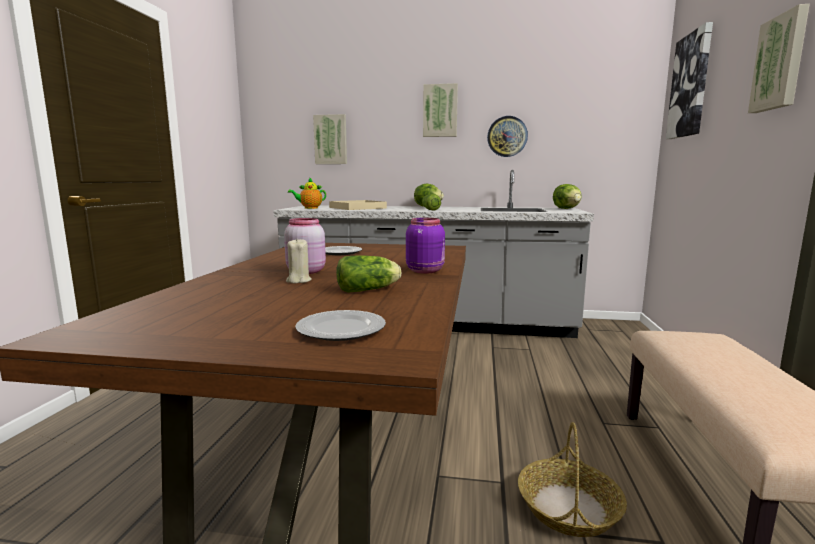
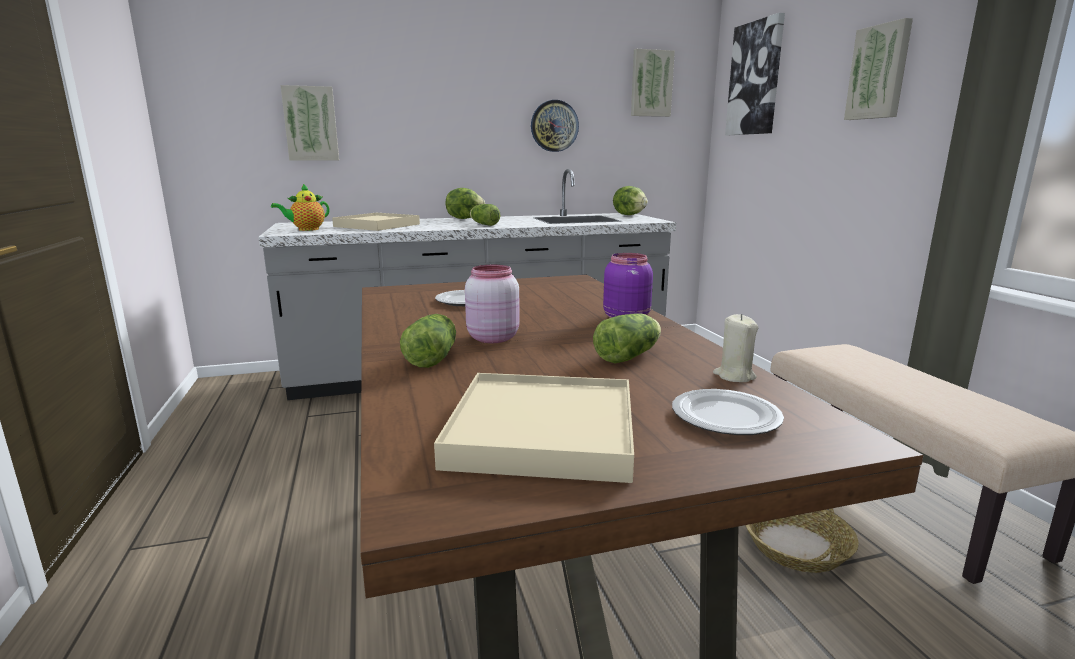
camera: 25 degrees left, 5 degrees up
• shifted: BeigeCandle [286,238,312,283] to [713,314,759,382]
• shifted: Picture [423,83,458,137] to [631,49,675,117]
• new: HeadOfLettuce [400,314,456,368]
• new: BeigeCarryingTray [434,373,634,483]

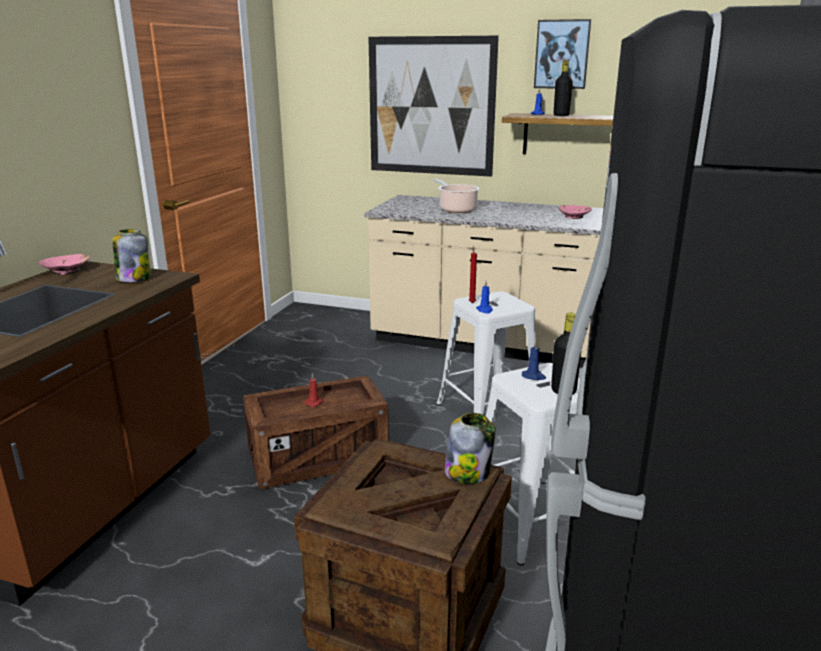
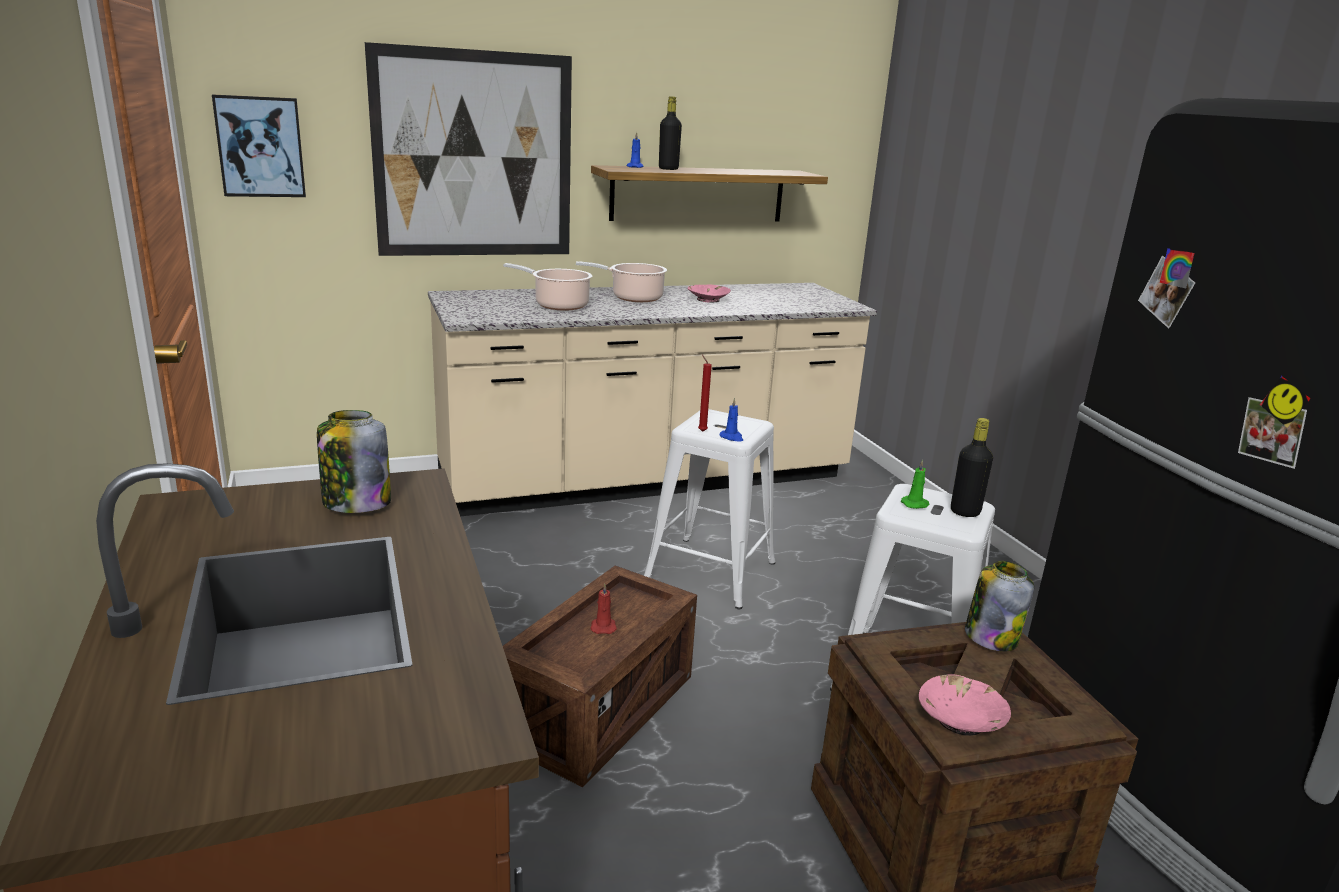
camera: 40 degrees left, 0 degrees up
• shifted: PinkColouredBowl [38,254,90,275] to [918,674,1011,736]
• repainted: BlueCandle [522,341,546,380] to GreenColouredCandle [901,460,930,509]
• shifted: Picture [534,19,591,89] to [212,94,306,197]
• new: Stockpot [576,261,667,302]

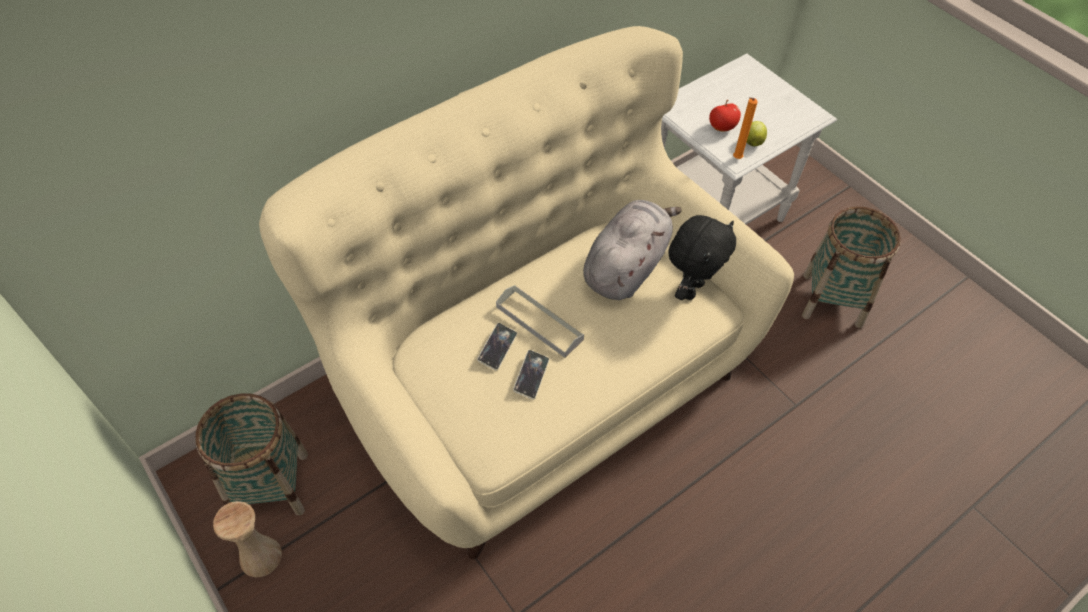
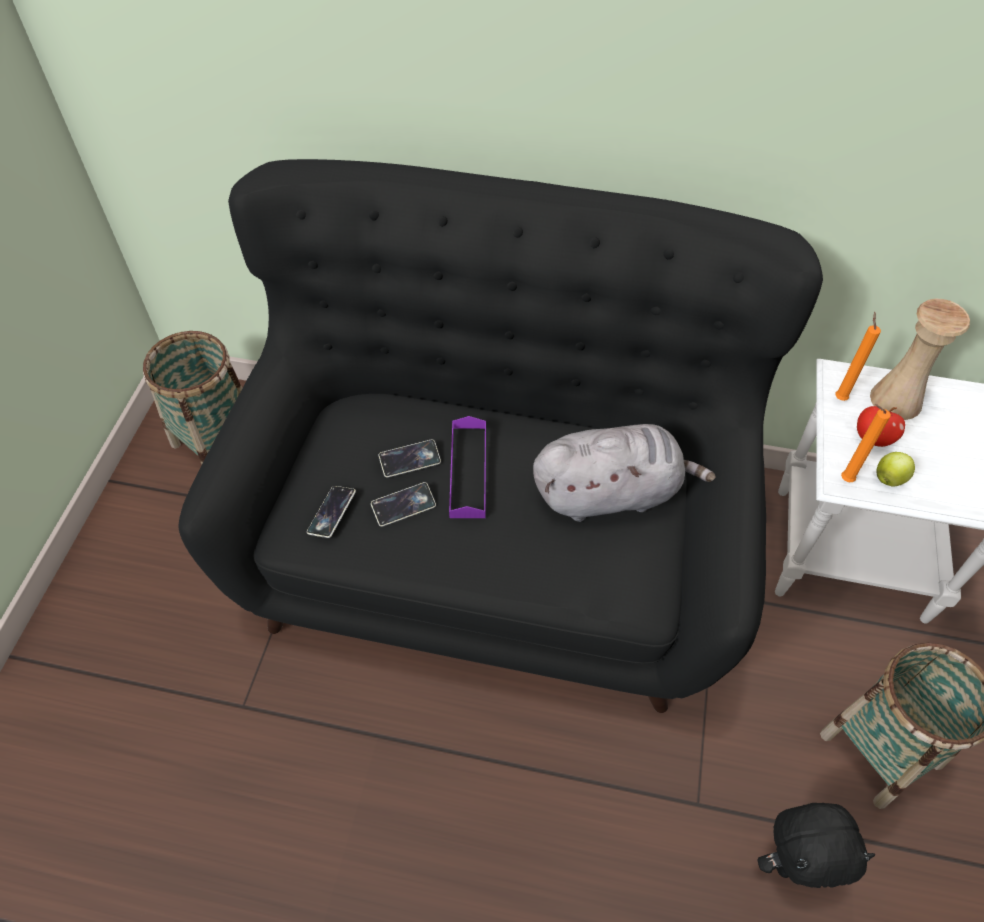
camera: 50 degrees right, 0 degrees up
• shifted: BeigeDecorativeVase [213,501,282,578] to [870,299,970,420]
• repainted: BeigeSettee [259,26,794,559] to BlackishSettee [179,159,823,713]
• repainted: GreyishCarryingTray [496,285,584,358] to PurpleCarryingTray [449,416,486,518]
• shifted: BlackishSoftToy [668,215,736,300] to [757,803,875,888]
• new: Telephone [307,486,356,538]
• new: OrangeyCandle [835,312,881,401]

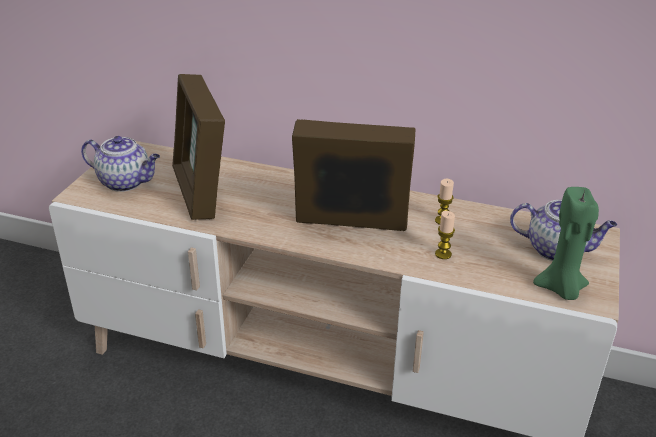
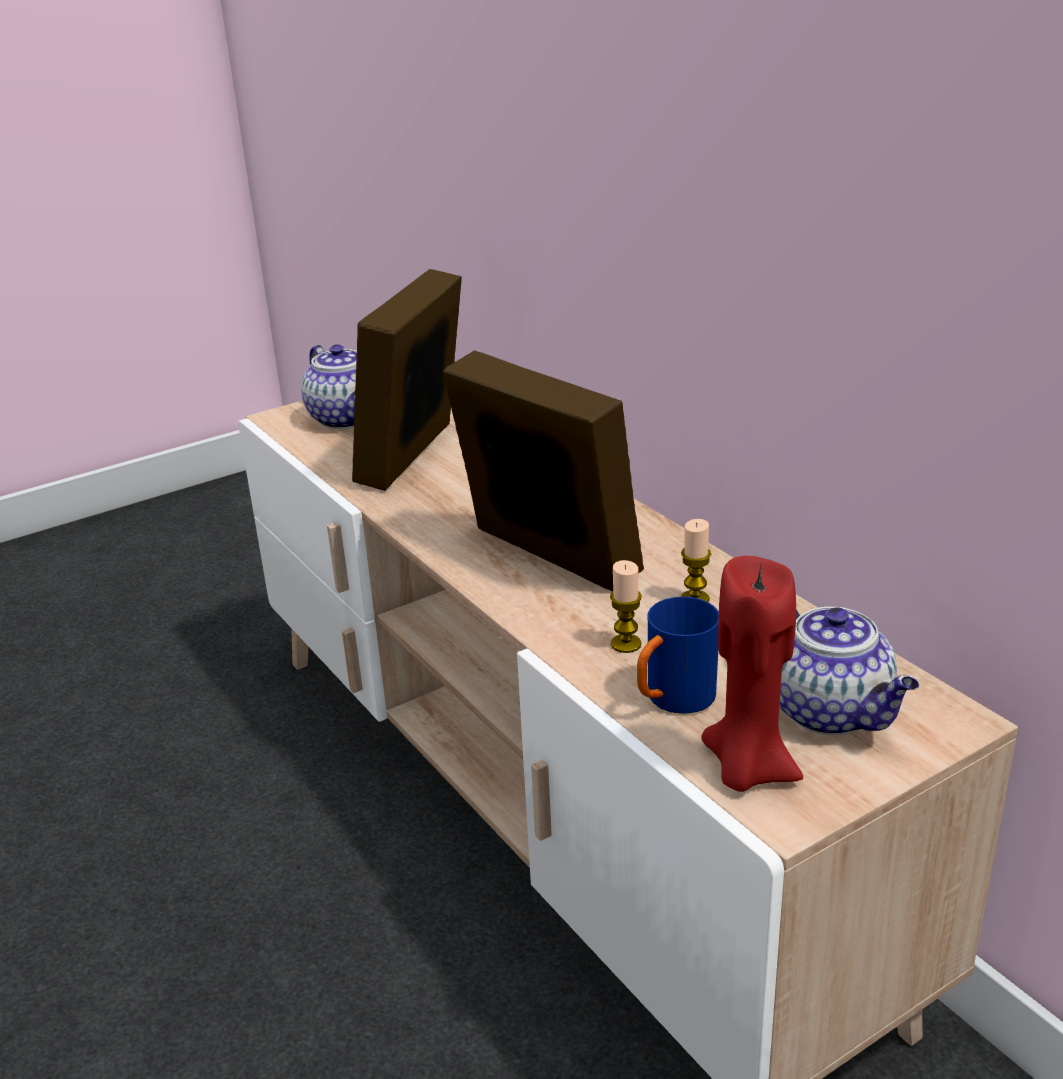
camera: 40 degrees right, 5 degrees down
• repainted: GreenColouredCandle [533,187,599,300] to RedCandle [701,556,803,792]
• new: BlueCoffeeMug [637,597,719,714]

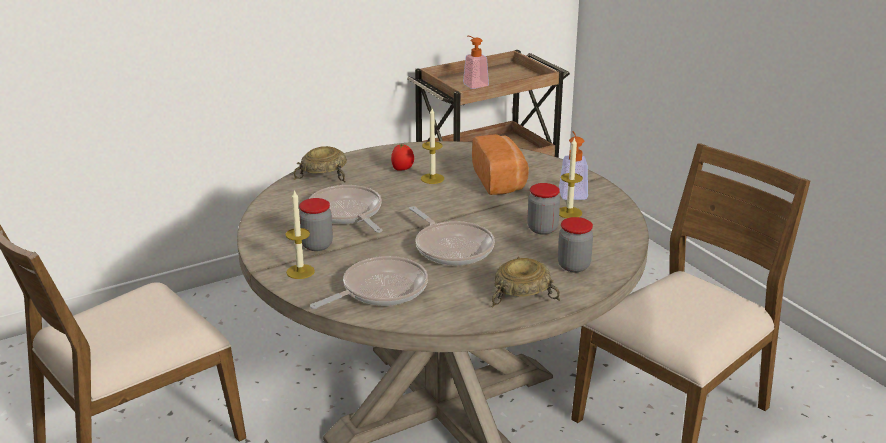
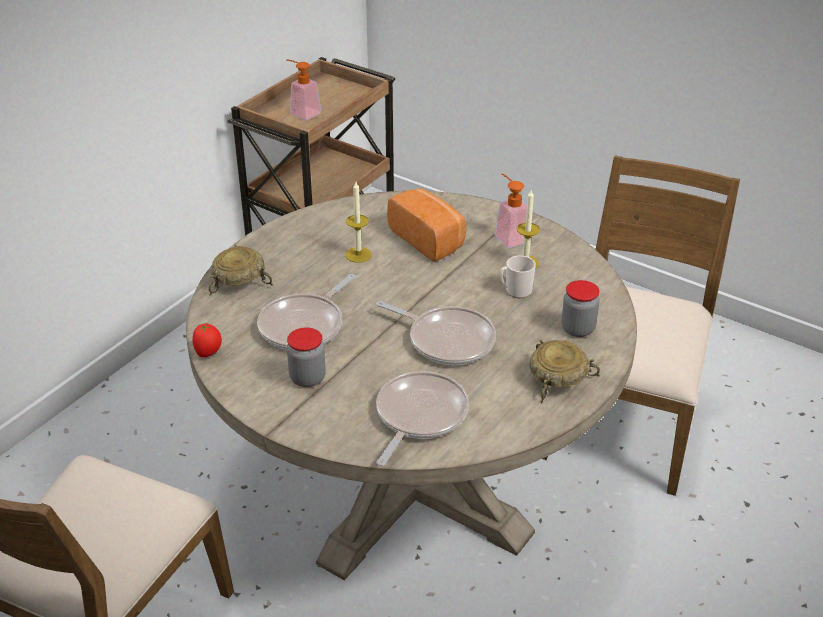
camera: 25 degrees left, 10 degrees up
• gone: Candle [285,189,315,279]
• rotated: FryingPan [309,185,382,233] = [257,274,356,350] 90 degrees counterclockwise
• shifted: FreshTomato [391,144,414,171] to [193,323,222,357]
• swapped: Jar [527,183,560,235] to CoffeeMug [500,255,536,298]

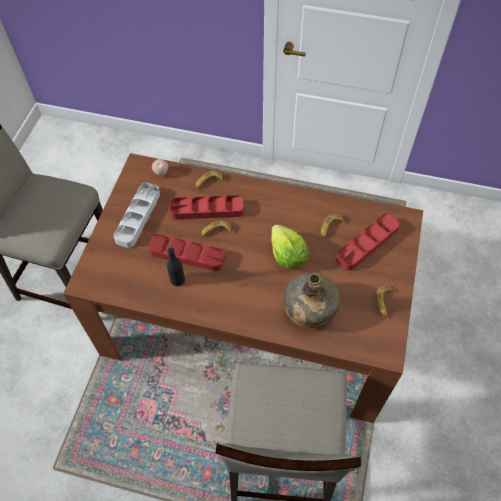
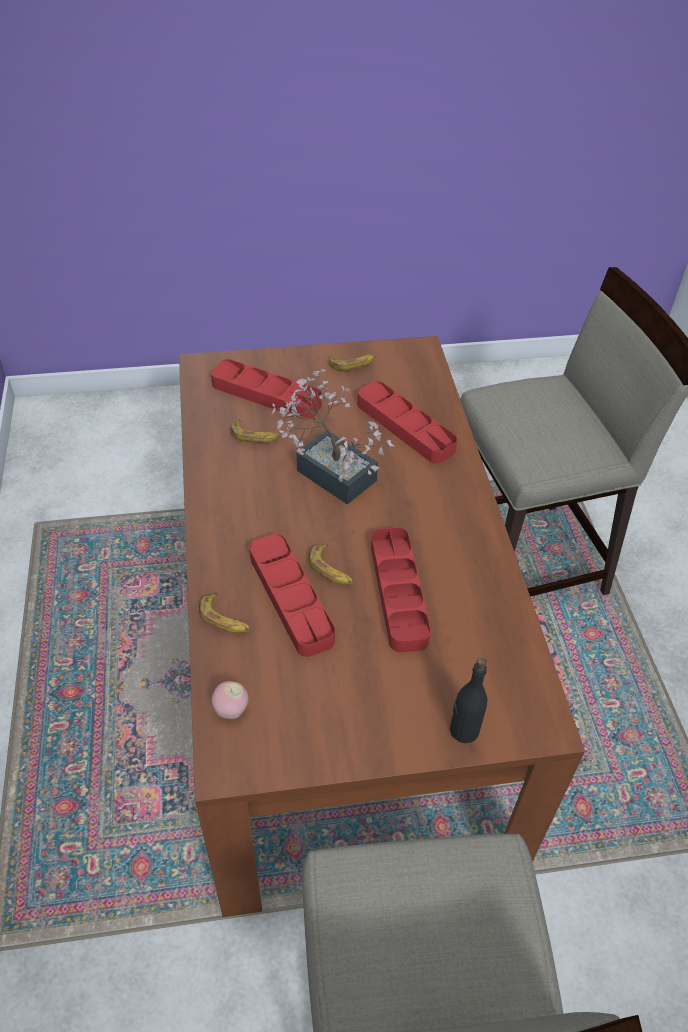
camera: 115 degrees left, 10 degrees down
• gone: GreyishCarryingTray [113,183,160,248]
• shifted: BlackishBottle [167,245,185,286] to [450,657,488,743]
• swapped: HeadOfLettuce [271,224,309,269] to PottedPlant [272,369,395,505]
• swapped: GreenColouredBottle [284,272,341,328] to RedCarryingTray [358,381,457,464]

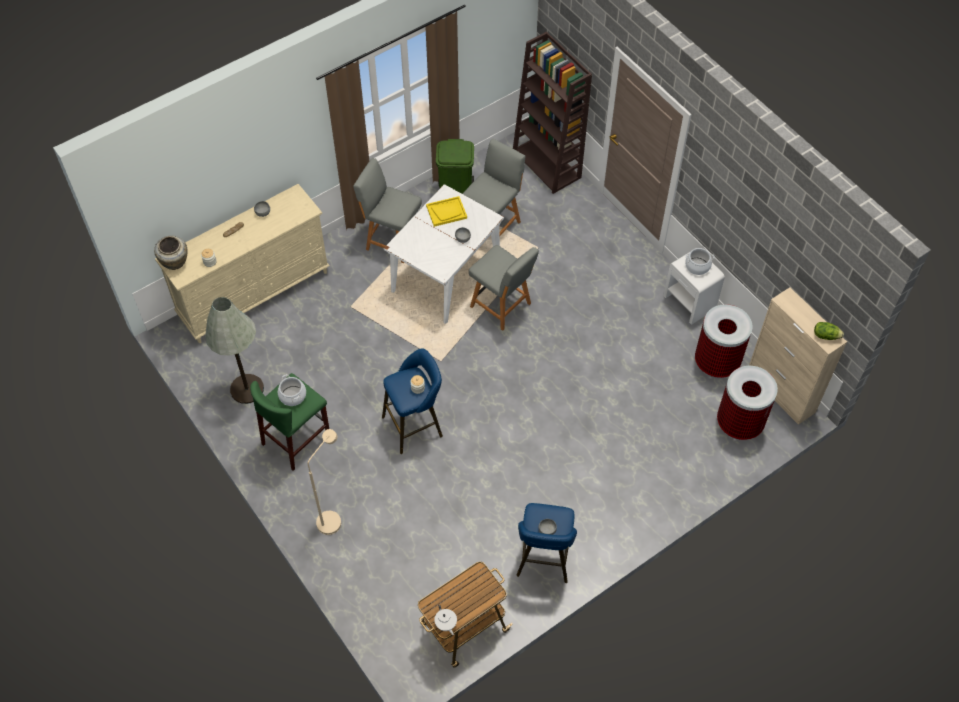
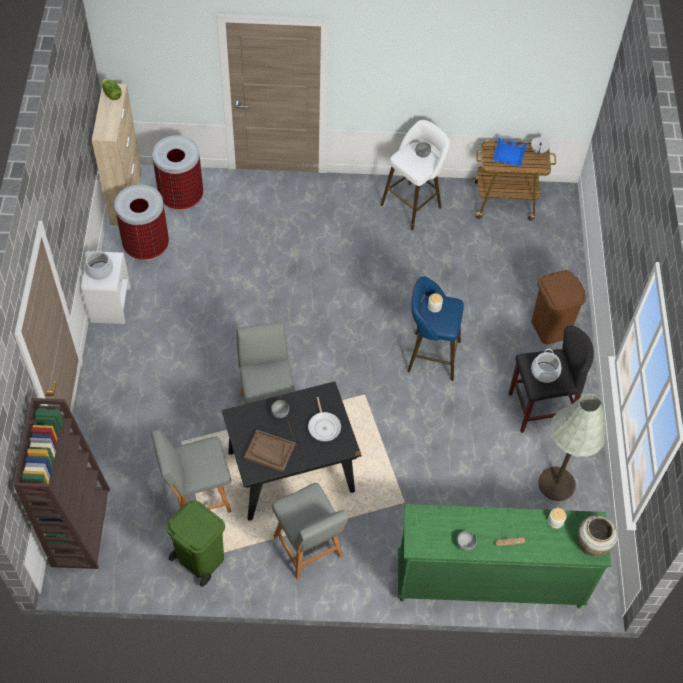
camera: 145 degrees left, 0 degrees up
• repainted: BeigeChestOfDrawers [155,184,330,343] to GreenColouredChestOfDrawers [398,504,611,608]
• repainted: GreenColouredSittingStool [250,373,329,471] to BlackishSittingStool [509,326,594,433]
• swapped: BeigeStandingLamp [308,429,341,535] to BrownishWasteBin [531,270,586,345]
• repainted: WhitishDinnerTable [384,184,504,324] to BlackishDinnerTable [222,381,361,521]
• repainted: YellowCarryingTray [426,196,467,227] to BrownishCarryingTray [244,430,295,472]
• repainted: BlueSittingStool [517,503,577,583] to WhitishSittingStool [381,120,450,230]
• new: FryingPan [308,397,341,441]
• new: BlueCarryingTray [493,138,527,167]

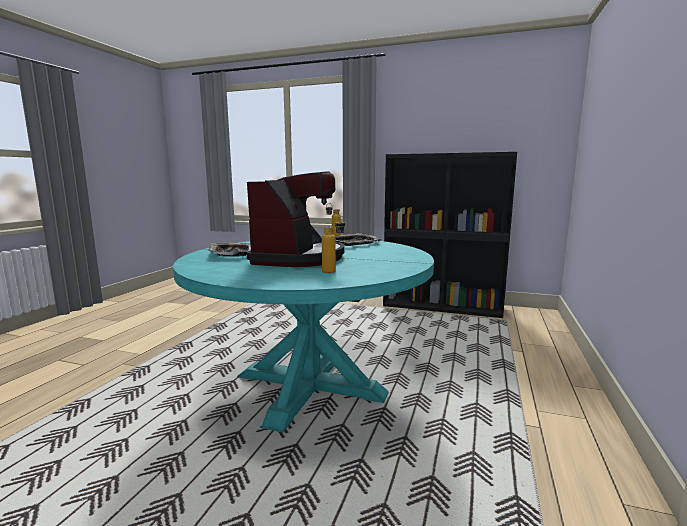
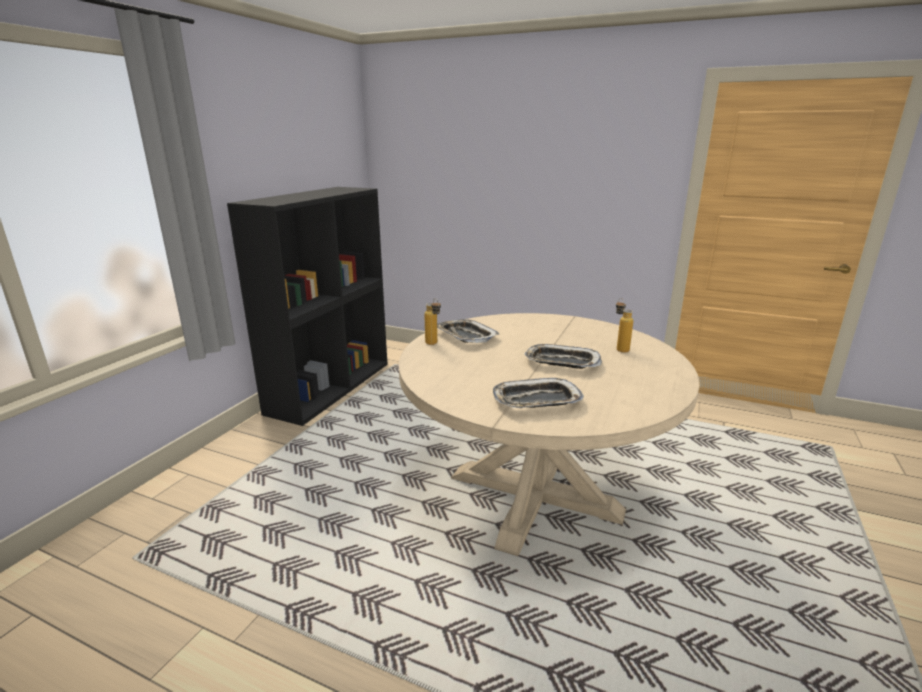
camera: 85 degrees left, 10 degrees up
• repainted: TurquoiseDinnerTable [173,237,434,433] to BeigeDinnerTable [399,313,699,556]
• swapped: CoffeeMachine [246,172,345,267] to CarryingTray [524,344,602,369]

